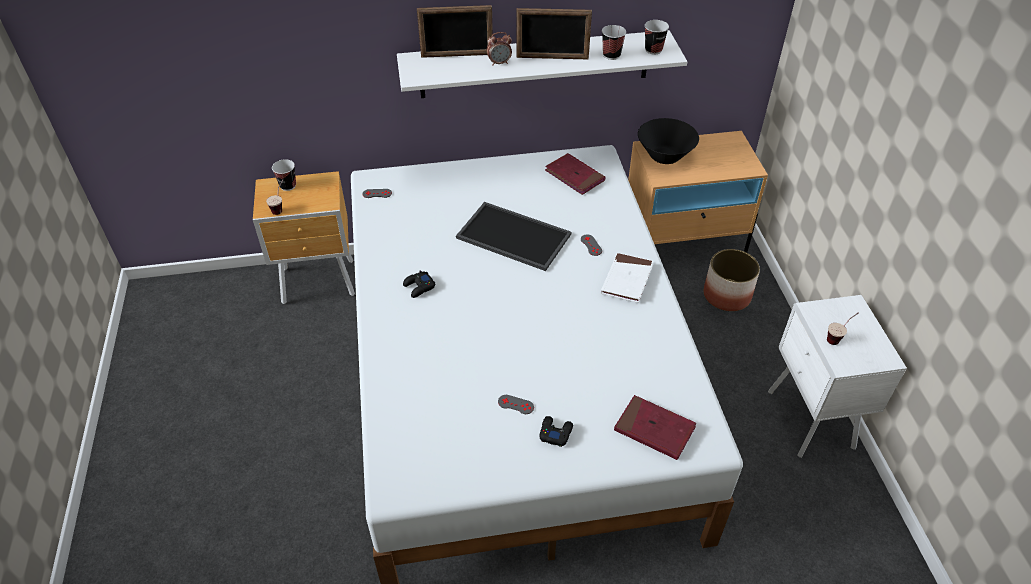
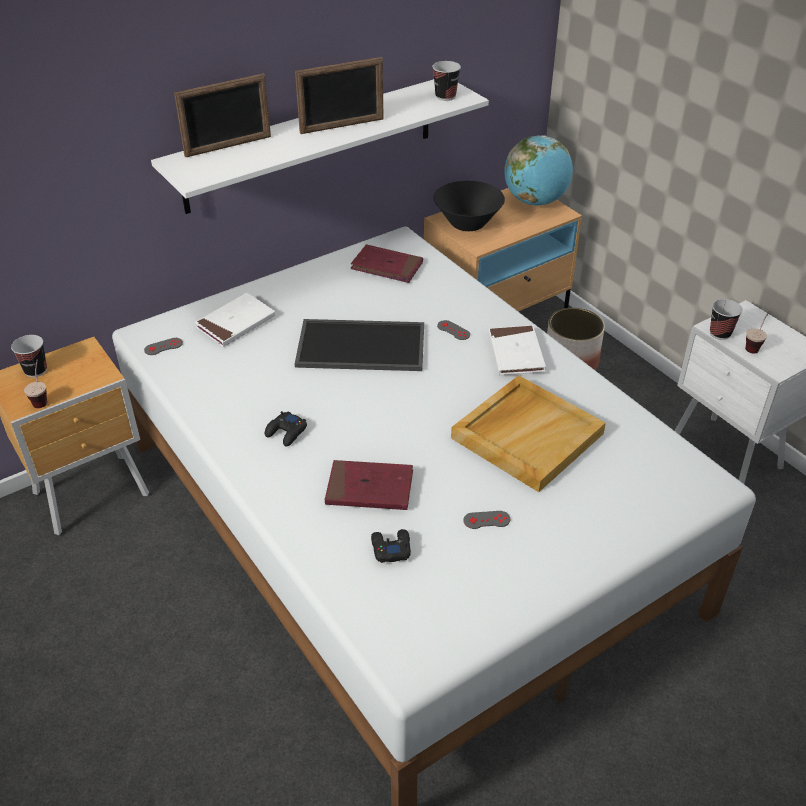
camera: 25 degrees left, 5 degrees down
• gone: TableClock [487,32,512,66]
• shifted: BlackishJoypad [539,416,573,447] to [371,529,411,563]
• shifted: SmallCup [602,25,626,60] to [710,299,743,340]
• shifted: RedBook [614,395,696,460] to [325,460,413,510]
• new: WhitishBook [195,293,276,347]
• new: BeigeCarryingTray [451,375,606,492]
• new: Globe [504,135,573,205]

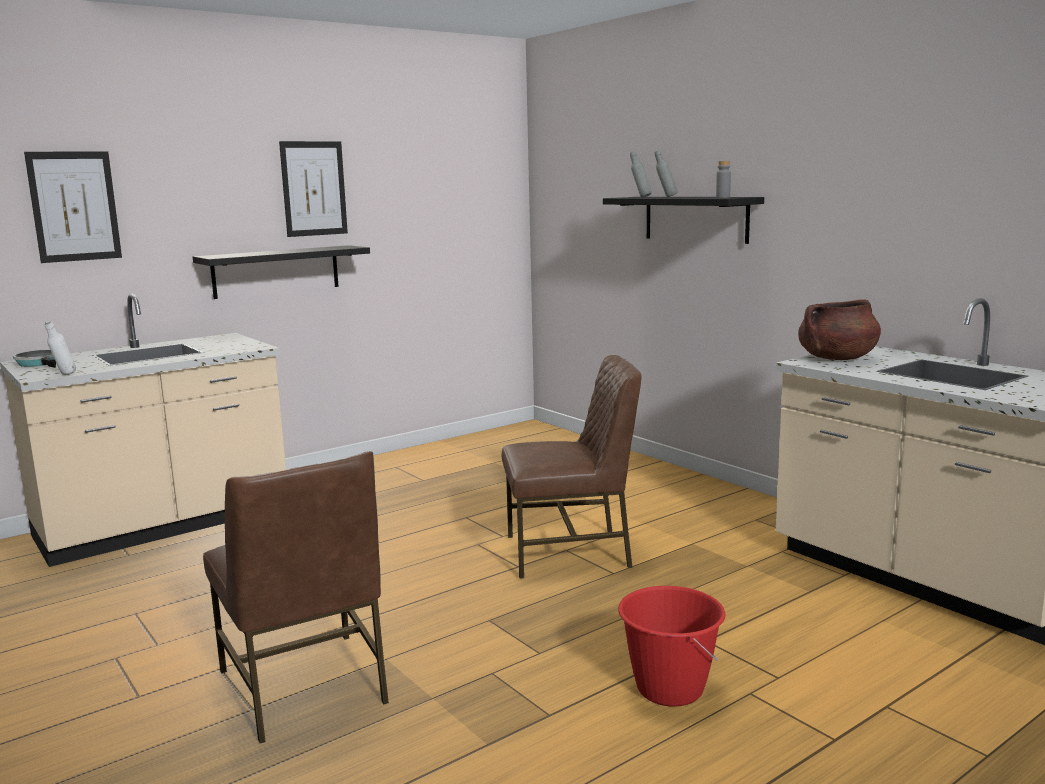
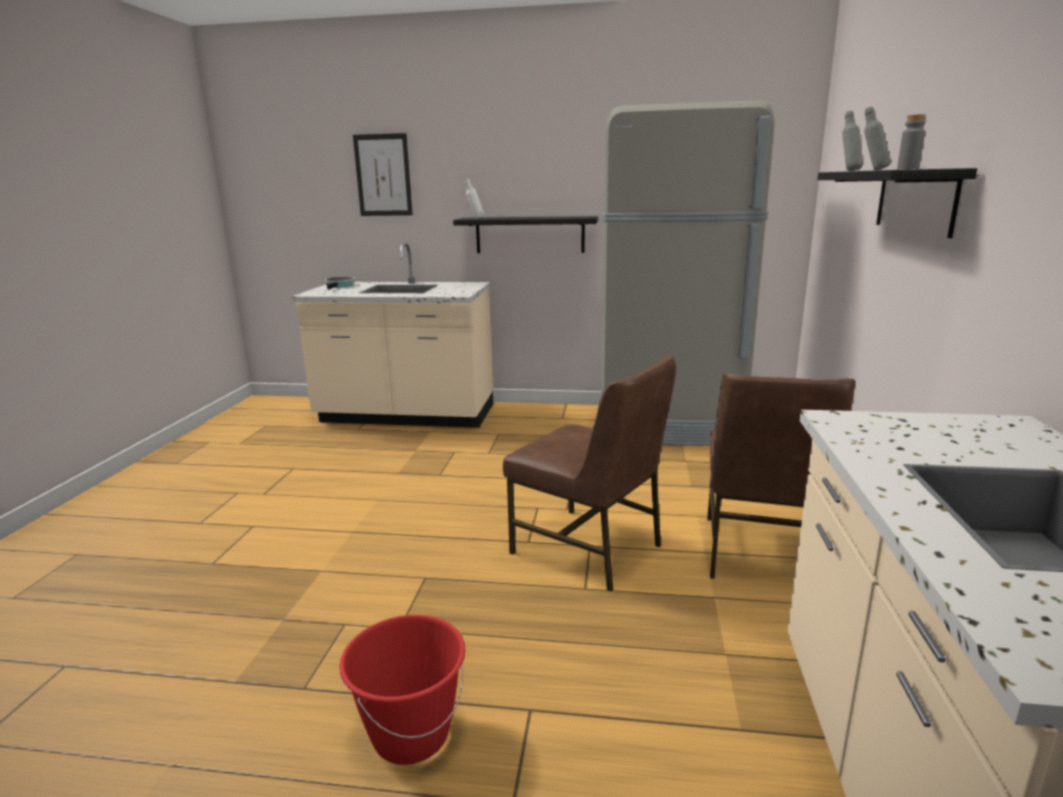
camera: 45 degrees right, 5 degrees up
• shifted: WhitishBottle [45,321,76,375] to [465,179,484,219]
• shifted: BrownishChair [203,451,389,743] to [707,373,856,579]
• gone: Picture [279,141,348,237]
• gone: BrownishStockpot [798,299,881,360]
• new: GreyishKitchenFridge [601,101,775,446]

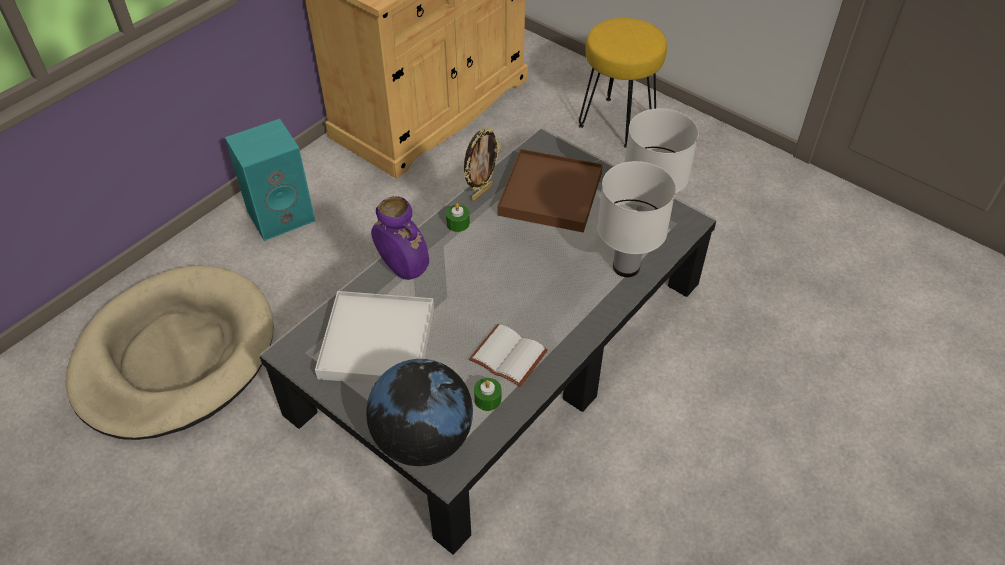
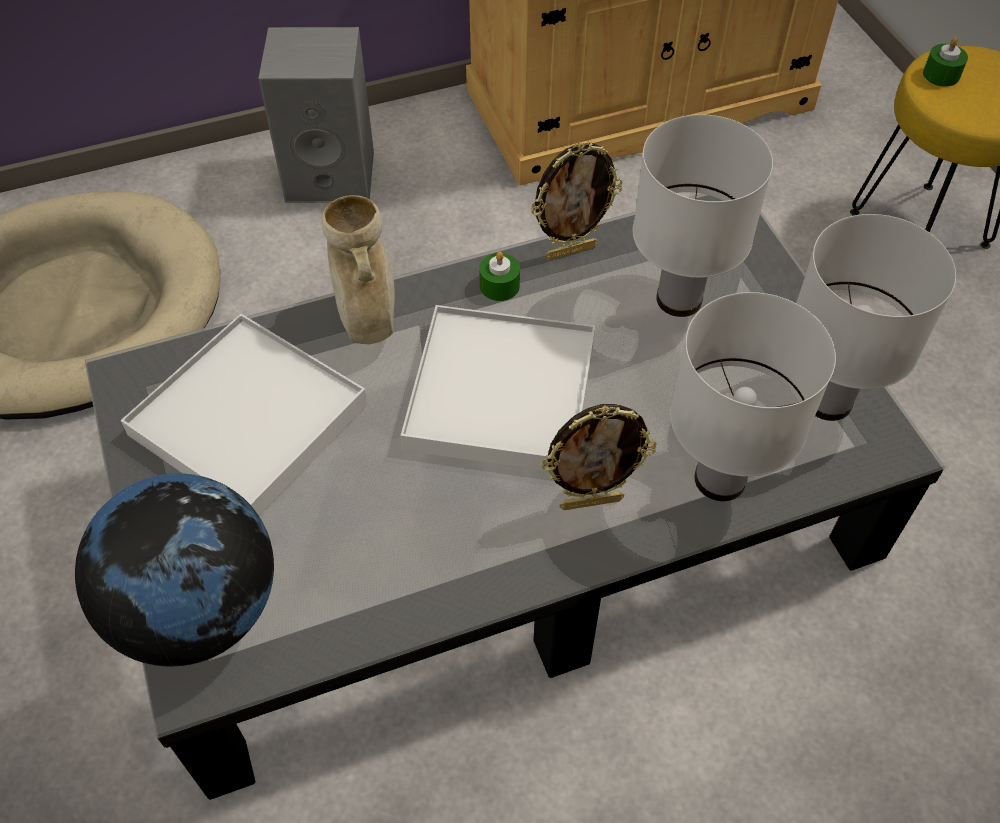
camera: 30 degrees right, 5 degrees up
• repainted: TurquoiseSpeaker [225,119,315,241] to GreyishSpeaker [258,27,374,203]
• repainted: PurpleDecorativeVase [371,196,429,280] to BeigeDecorativeVase [322,195,395,344]
• gone: WhitishBook [469,324,548,387]
• shifted: GreenColouredCandle [474,378,501,411] to [923,37,968,87]
• swapped: BrownishCarryingTray [497,149,603,233] to WhitishTabletopLamp [633,114,773,317]
• new: WhitishCarryingTray [401,305,595,471]
• new: PictureFrame [541,404,657,510]

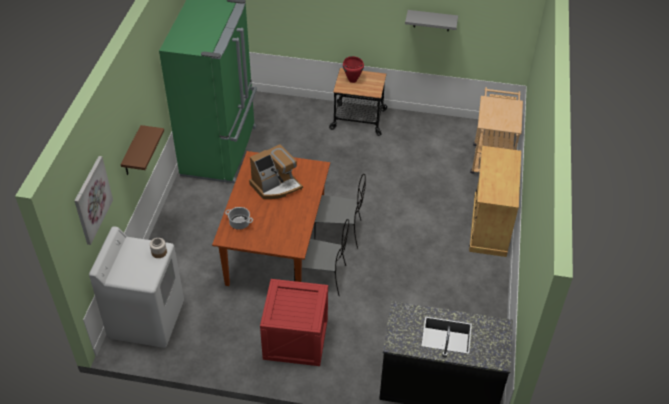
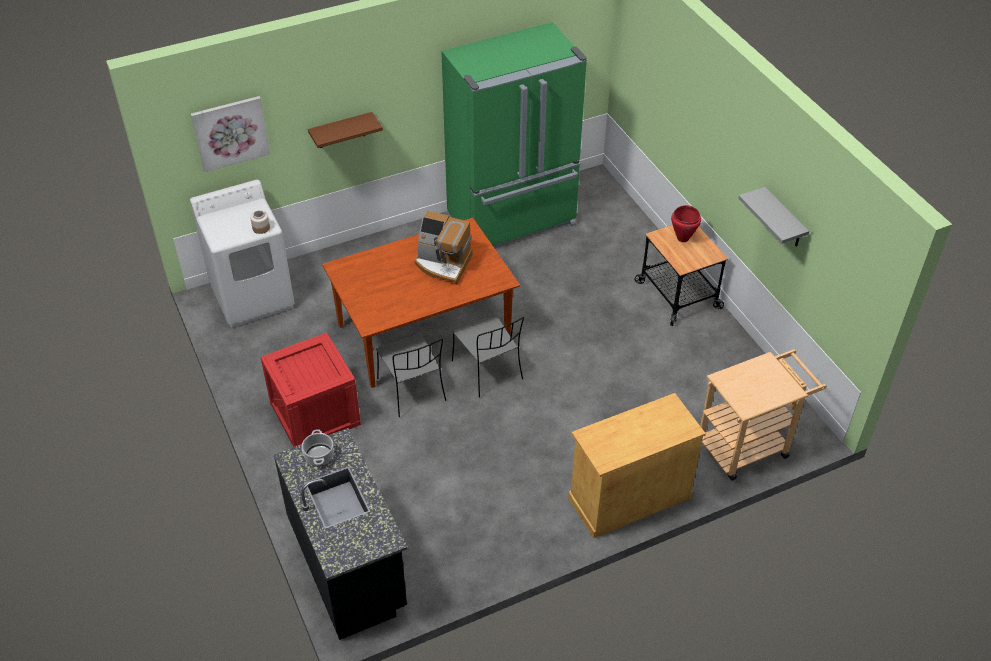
camera: 55 degrees right, 0 degrees up
• shifted: Stockpot [225,207,253,230] to [302,429,334,466]

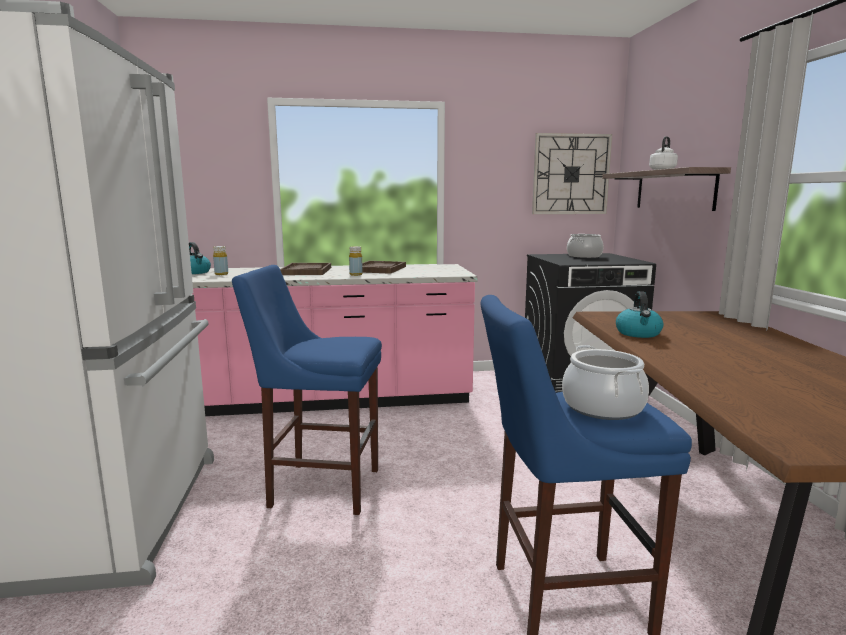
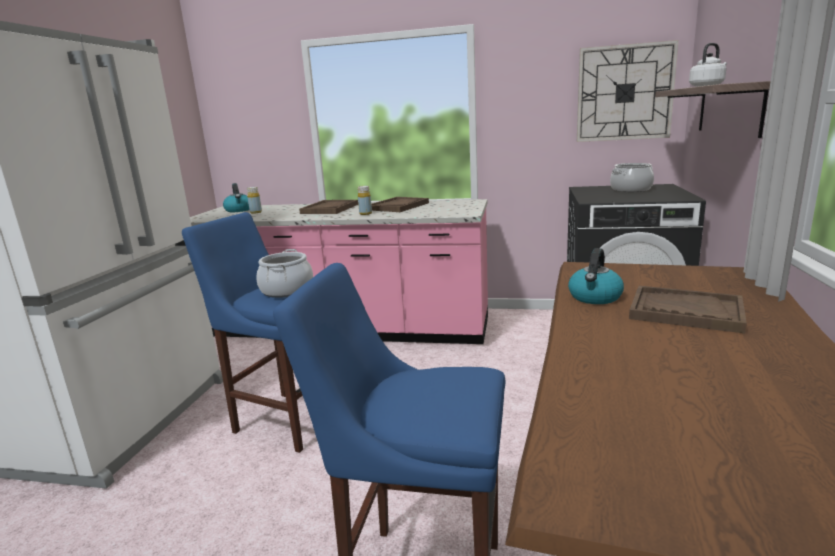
camera: 20 degrees right, 5 degrees up
• shifted: Stockpot [562,345,649,420] to [256,249,313,298]
• new: BrownishCarryingTray [629,286,747,333]

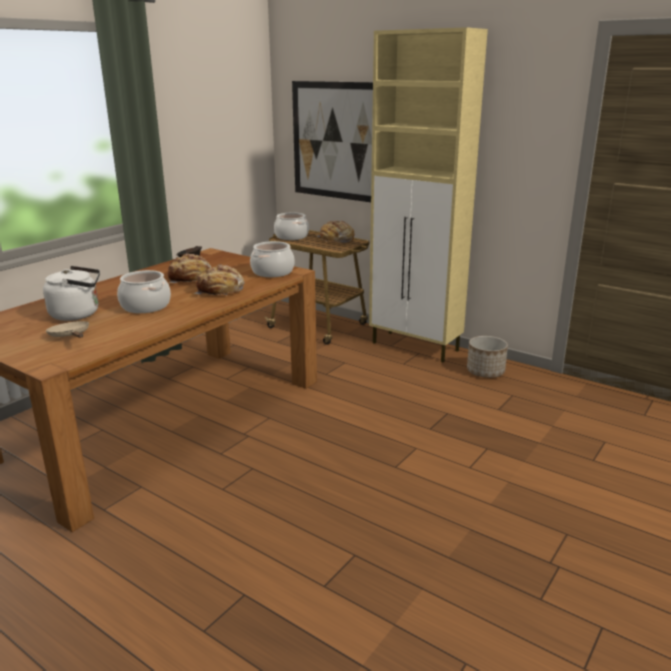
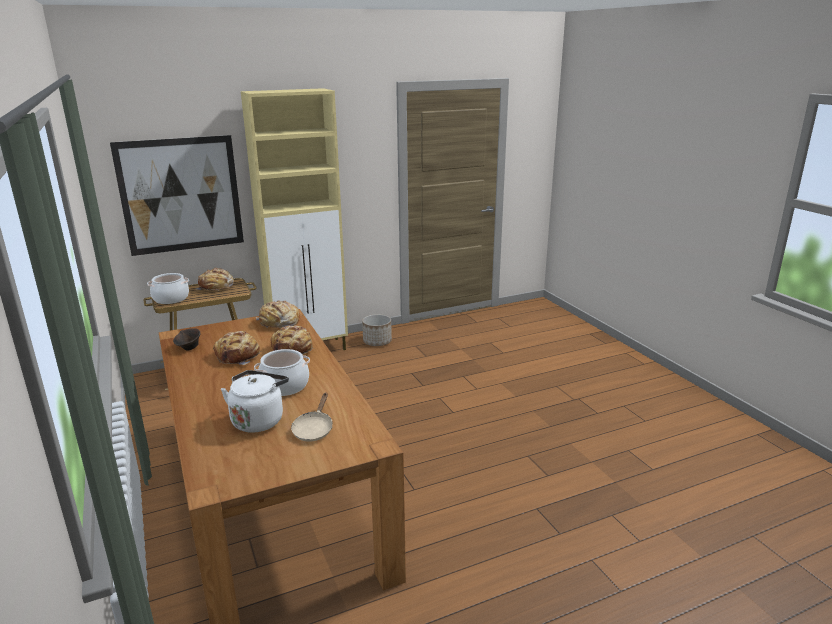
camera: 60 degrees left, 0 degrees up
• rotated: BeigeFryingPan [46,321,89,338] = [291,393,333,442] 75 degrees counterclockwise
• swapped: Stockpot [250,241,294,277] to BakeryBread [256,300,300,328]

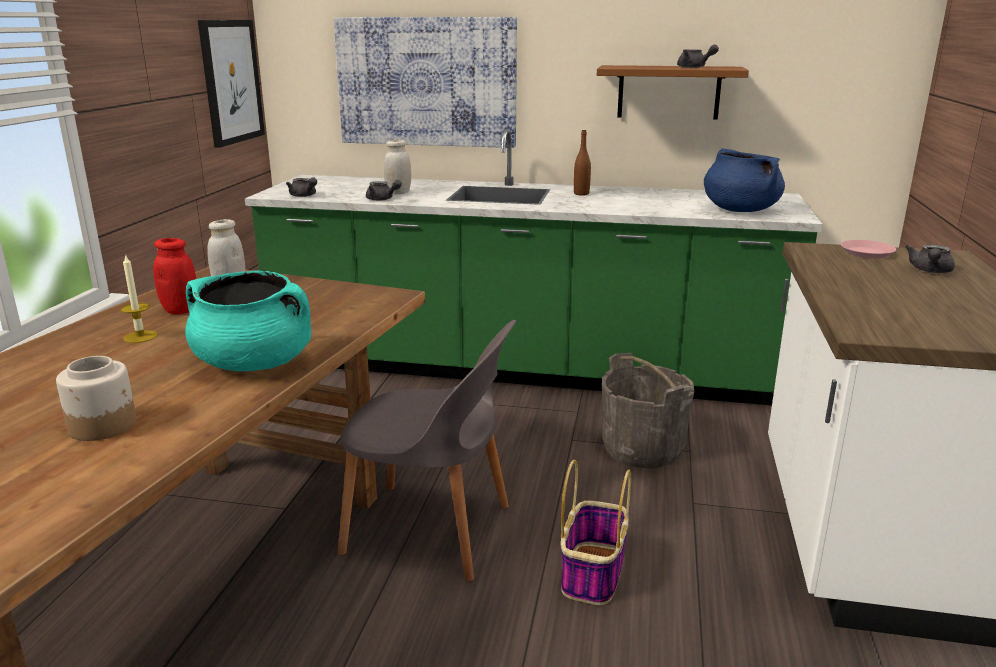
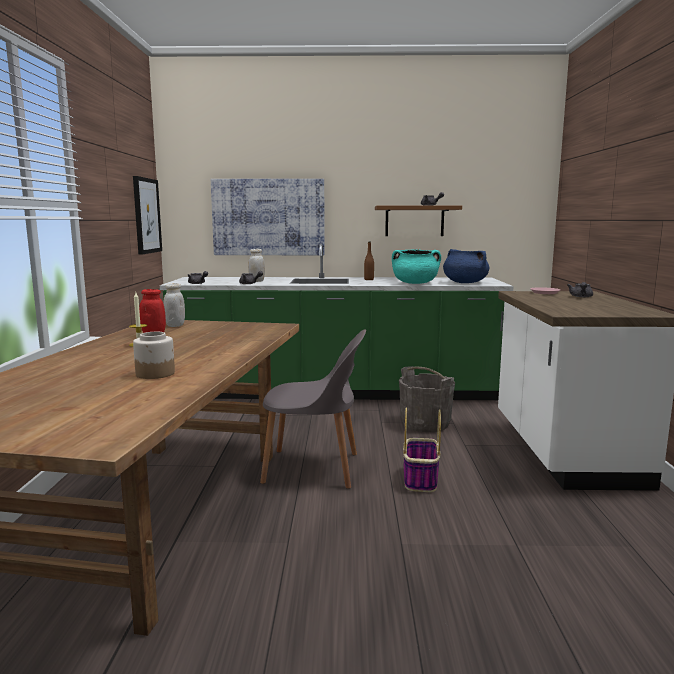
camera: 10 degrees left, 10 degrees down
• shifted: TurquoiseStockpot [185,271,311,371] to [392,249,441,284]

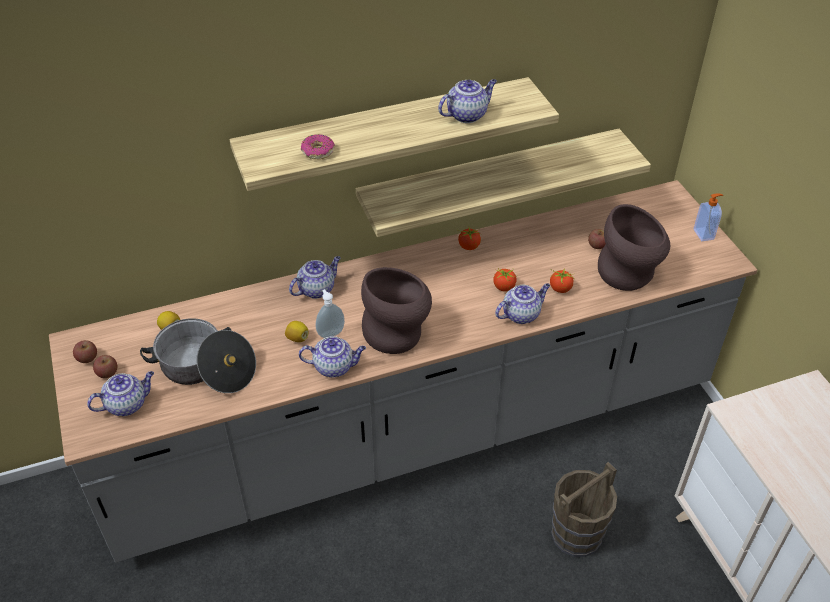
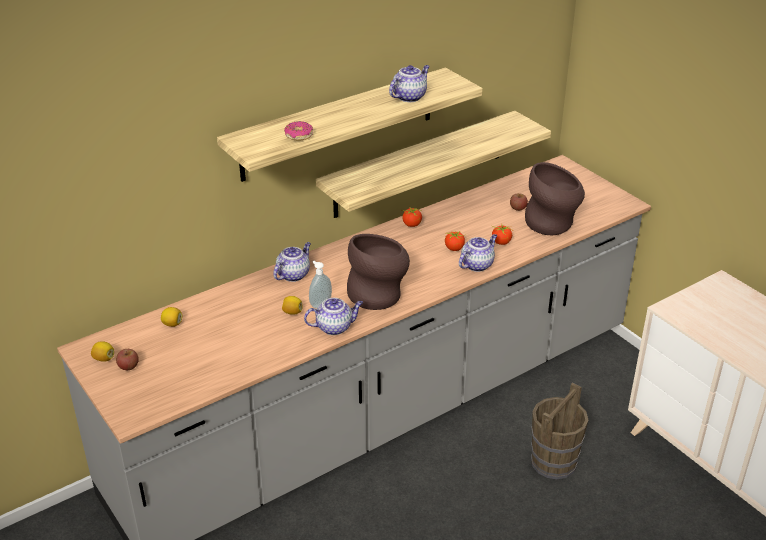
camera: 15 degrees left, 10 degrees down
• swapped: WholeApple [73,340,97,363] to Lemon [91,341,114,362]
• gone: PotForTea [87,371,154,416]
• gone: Stockpot [140,318,256,393]
• gone: SoapBottle [694,193,723,241]

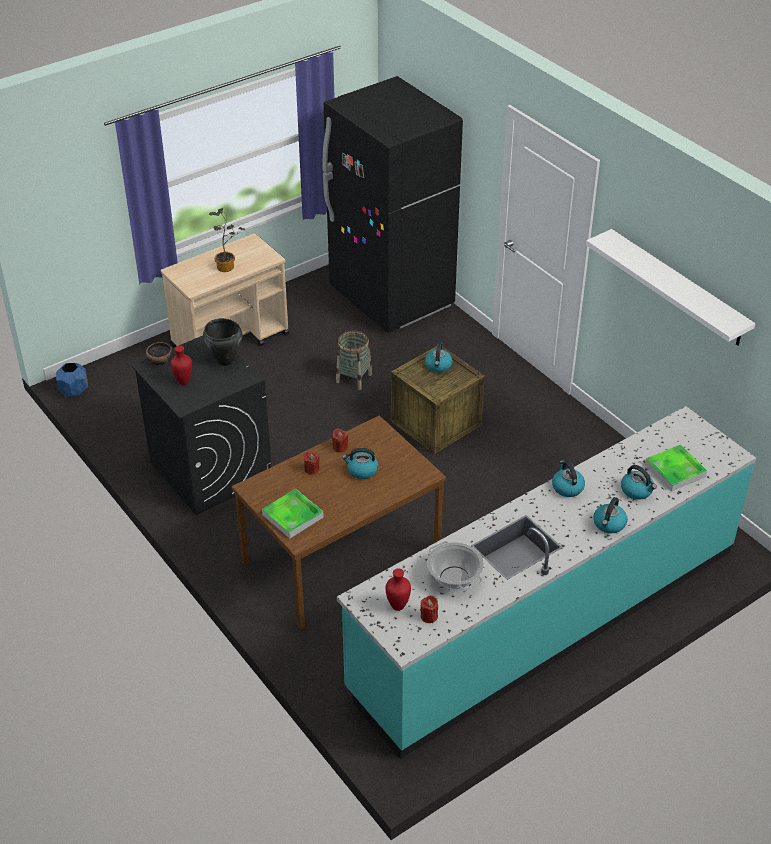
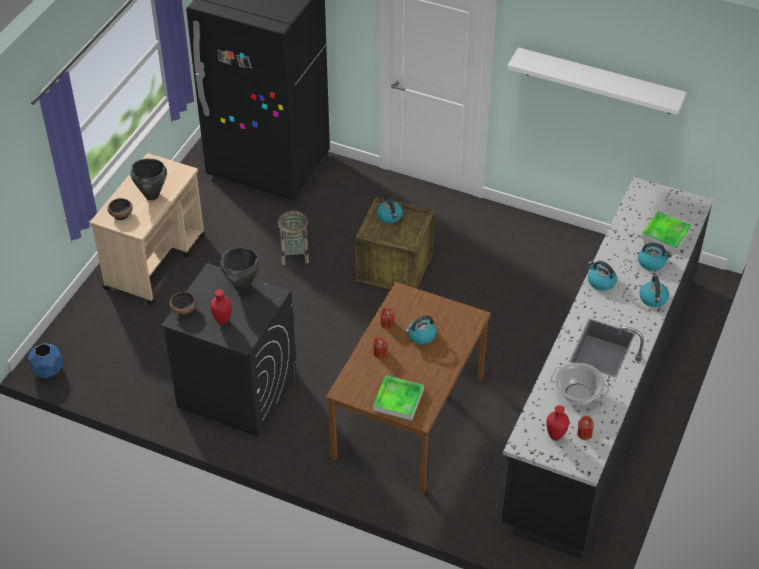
camera: 30 degrees left, 5 degrees up
• swapped: PottedPlant [209,208,246,272] to BlackishStockpot [130,158,167,200]
• repainted: TurquoiseCounter [337,406,756,759] to BlackishCounter [502,177,713,559]
• new: Bowl [108,198,133,220]

